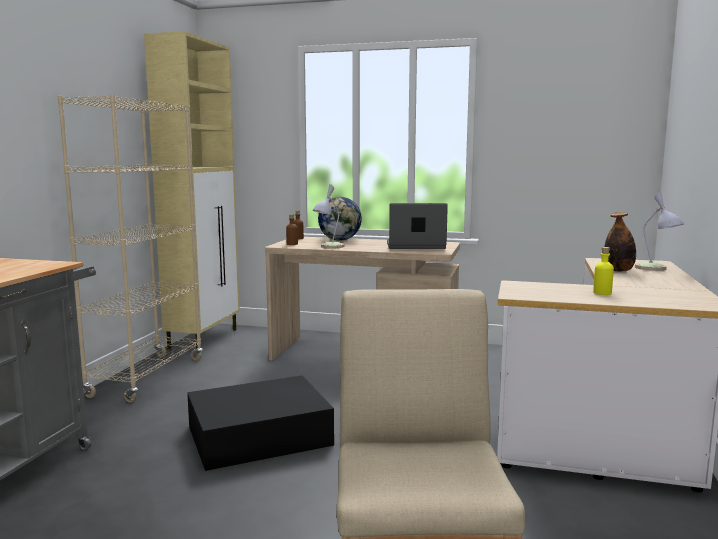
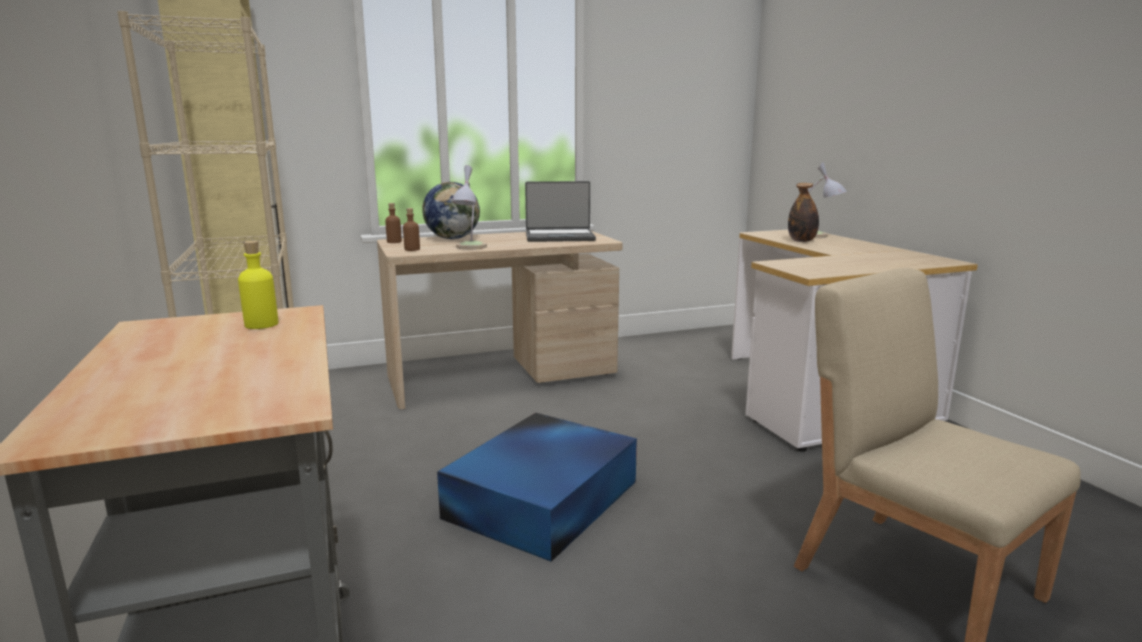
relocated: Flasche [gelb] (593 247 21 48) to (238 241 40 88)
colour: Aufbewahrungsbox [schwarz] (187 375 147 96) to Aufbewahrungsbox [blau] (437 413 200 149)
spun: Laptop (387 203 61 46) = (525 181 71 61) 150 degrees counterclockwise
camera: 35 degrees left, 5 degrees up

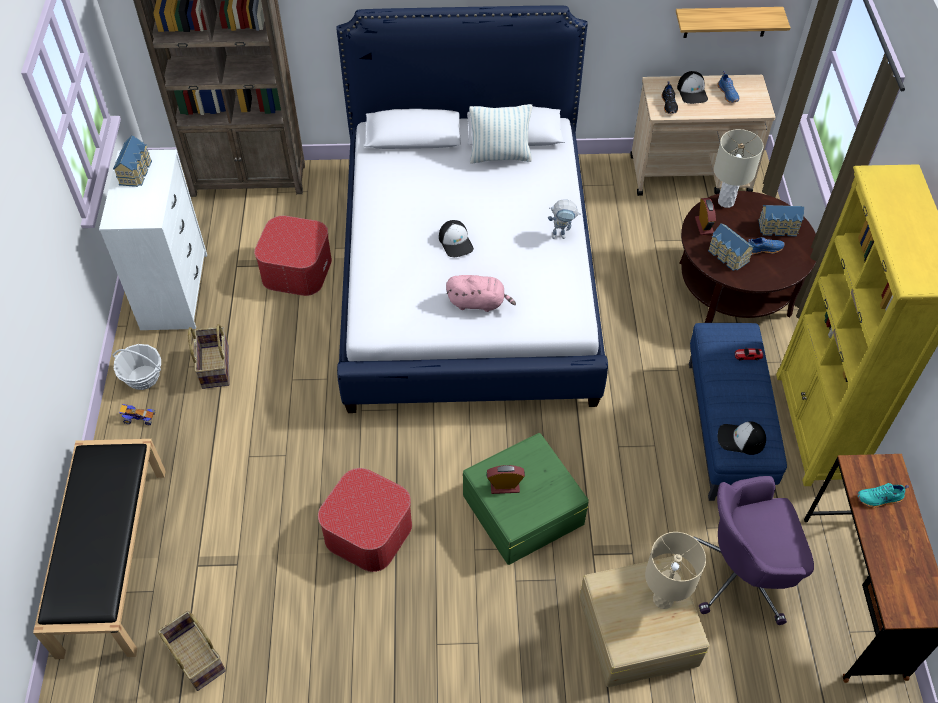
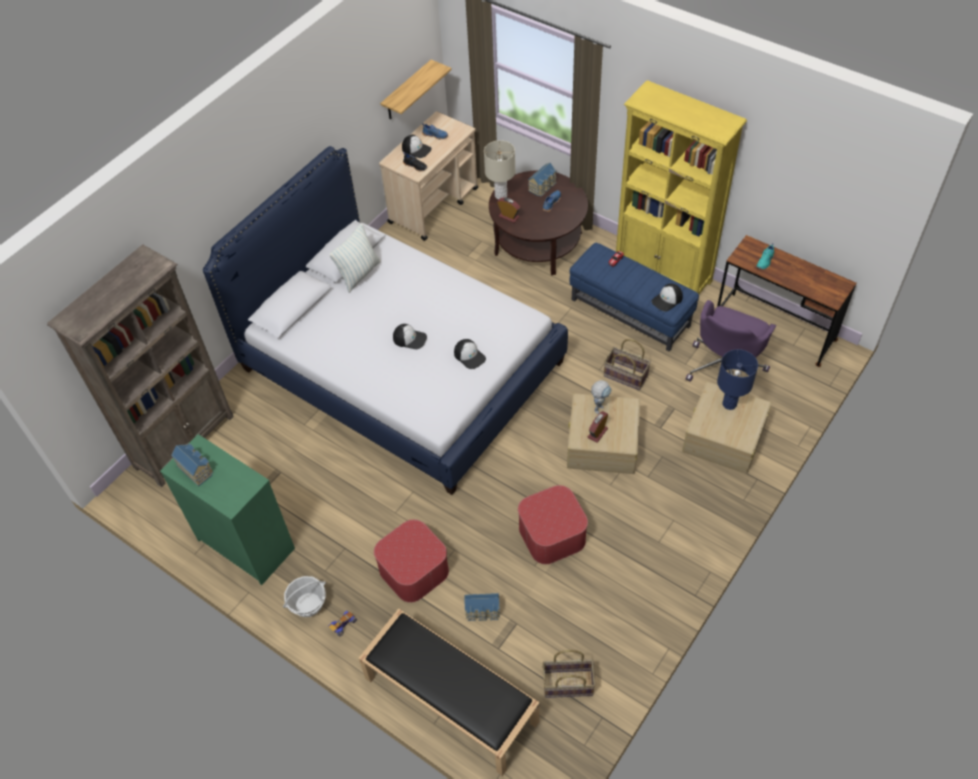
relocated: Polsterhocker (254 216 78 80) to (374 519 75 84); Spielzeughaus (708 223 46 48) to (464 593 36 28); Spielzeugroboter (548 199 32 40) to (591 380 21 34); Korb (188 324 42 65) to (604 339 47 51)
exchanged: Plüschtier [rosa] (446 275 70 37) to Kappe (454 339 32 30)
colour: Kommode [weiß] (99 149 108 181) to Kommode [grün] (160 434 135 151); Aufbewahrungsbox [grün] (463 433 126 132) to Aufbewahrungsbox [beige] (567 393 73 81); Tischlampe [beige] (645 532 61 77) to Tischlampe [blau] (717 349 41 61)
camera: 50 degrees left, 0 degrees up

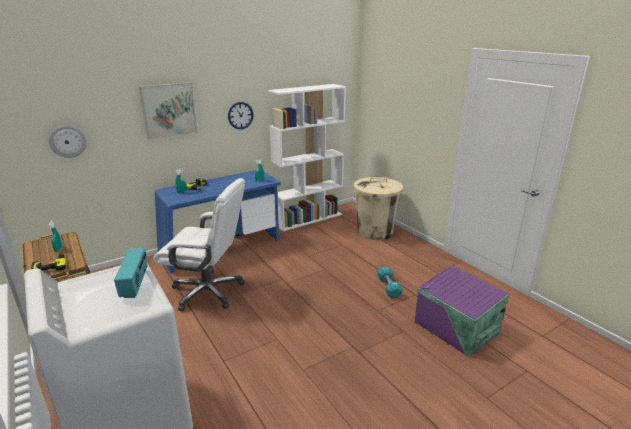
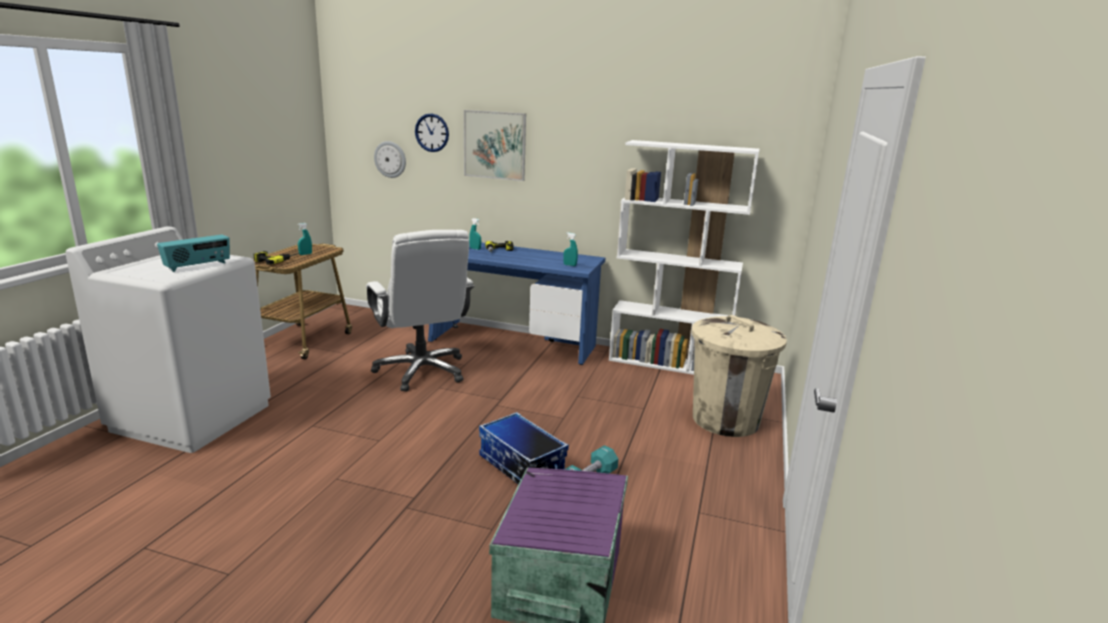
appeared: Aufbewahrungsbox (479 412 90 73)
relocated: Wanduhr (228 102 26 27) to (415 113 34 39)
camera: 50 degrees right, 5 degrees down

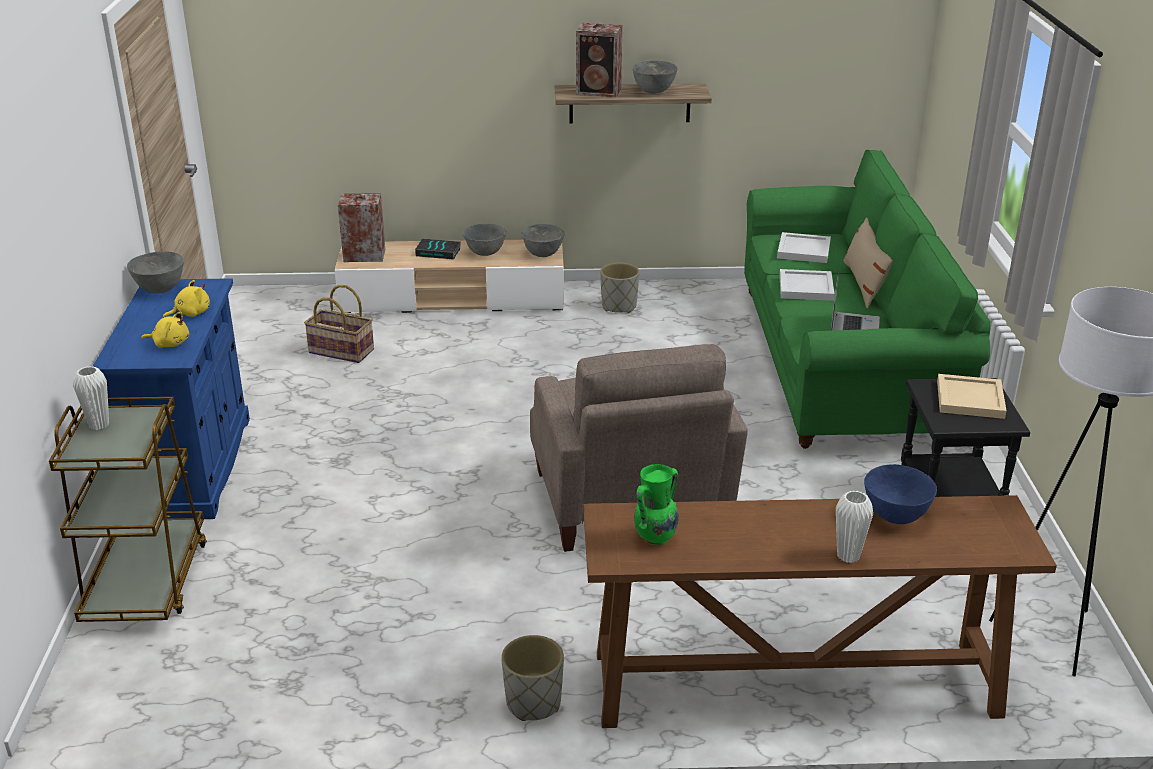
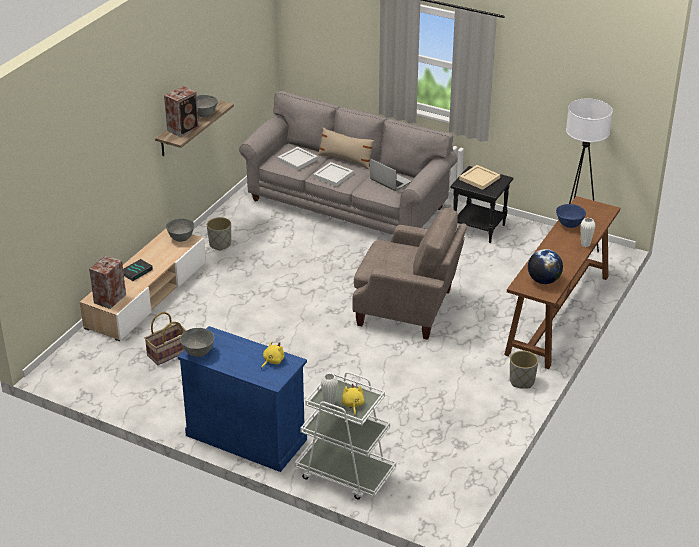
missing: Schüssel [grau] (463 224 44 32)
relocated: Plüschtier [gelb] (163 280 47 38) to (342 384 23 31)
exchanged: Vase [grün] (634 464 45 81) to Globus (528 249 35 35)
colour: Sofa [grün] (744 150 247 299) to Sofa [grau] (239 90 219 145); Rollwagen [braun] (49 397 158 225) to Rollwagen [weiß] (295 372 101 128)
camera: 60 degrees left, 5 degrees up

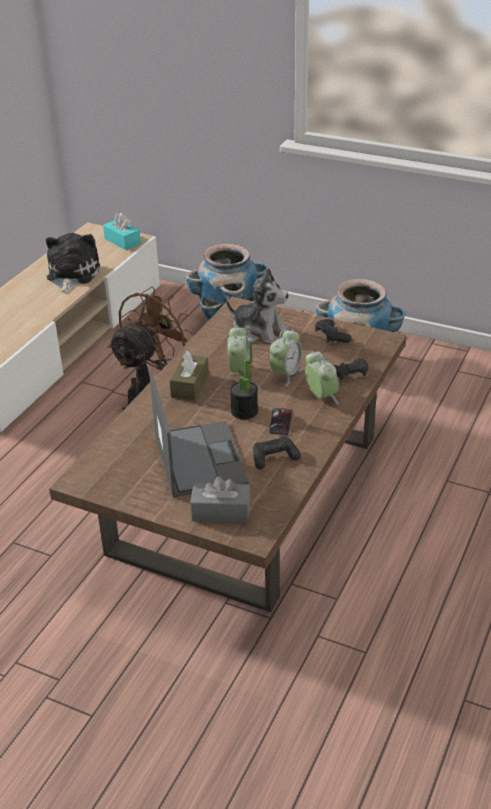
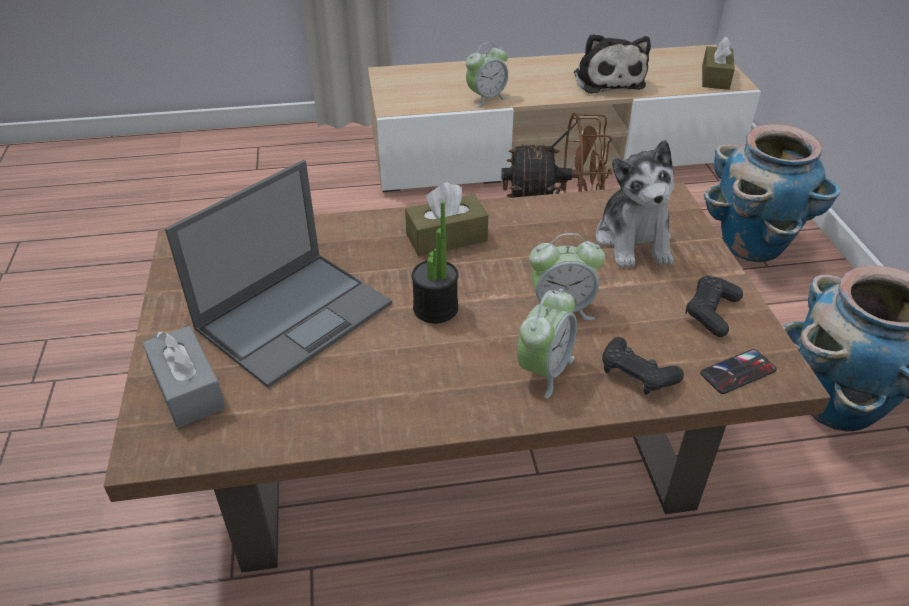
missing: Gamepad [schwarz] (253 436 48 33)
relocated: Wecker (227 326 23 46) to (466 42 42 65); Handy (269 408 23 27) to (700 349 77 45)
colour: Taschentuchbox [türkis] (103 213 38 37) to Taschentuchbox [braun] (702 37 33 53)
spun: Plüschtier (45 233 55 60) = (574 34 77 60) 105 degrees clockwise
camera: 55 degrees right, 5 degrees up

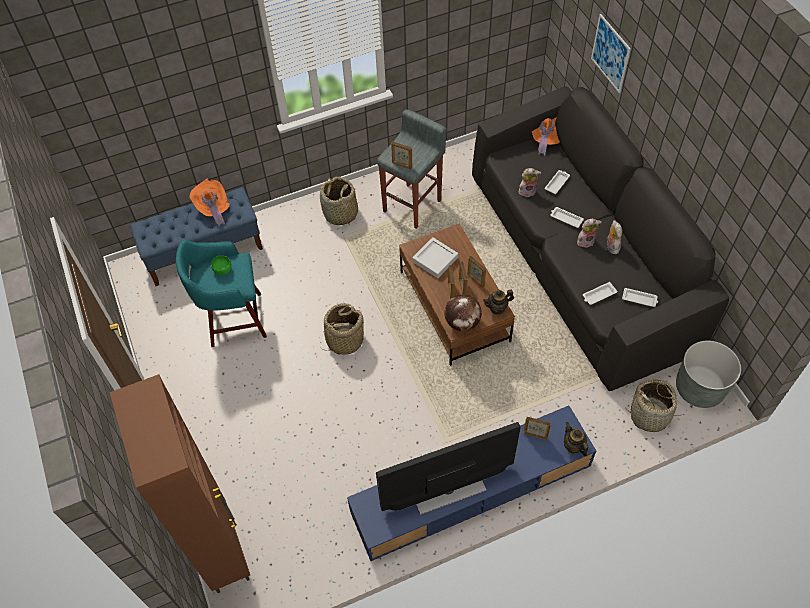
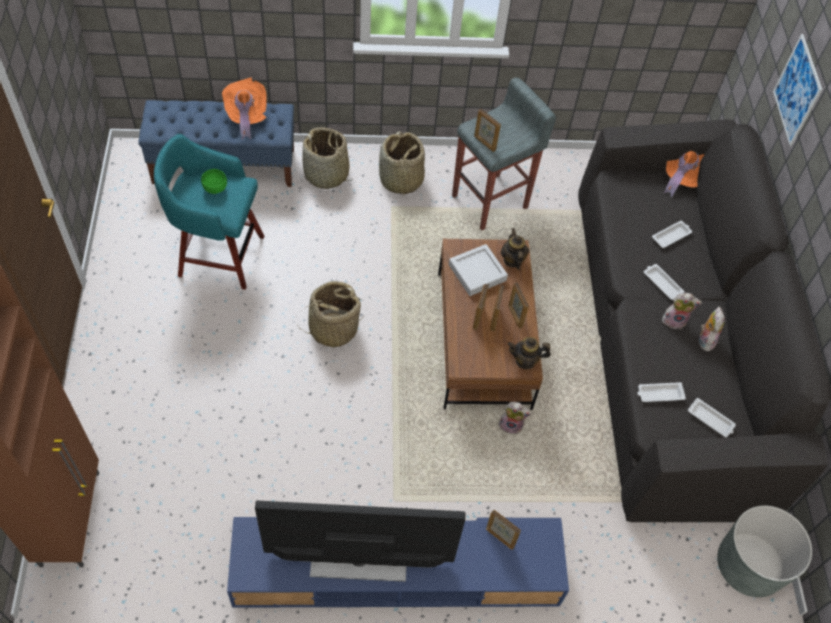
missing: Globus (444 294 38 38)
relocated: Korb (625 380 59 52) to (302 127 51 62); Plüschtier (519 168 23 29) to (498 402 34 32); Teekanne (564 422 25 34) to (501 228 28 42)
camera: 15 degrees right, 0 degrees up

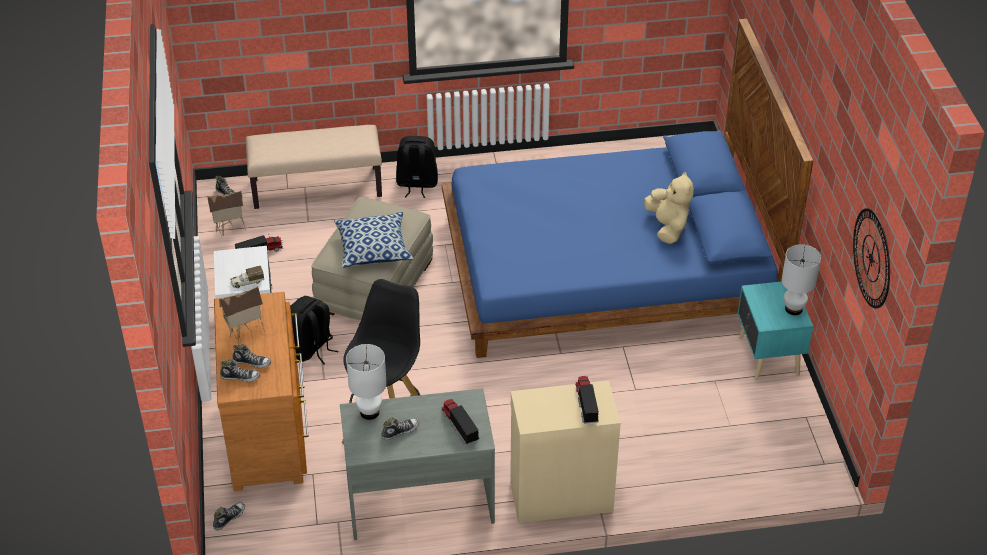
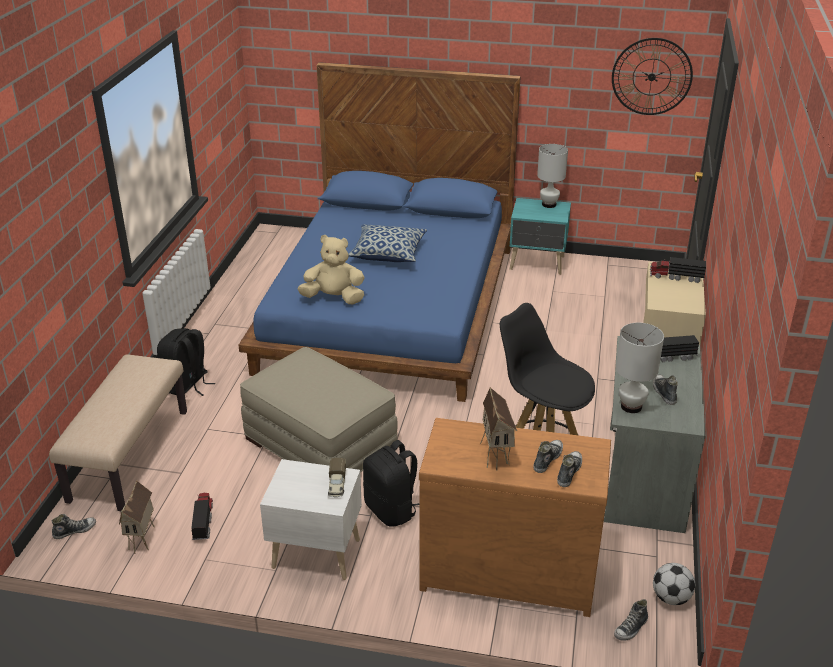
appeared: Fußball (653 563 42 42)
relocated: Plüschtier [beige] (644 171 50 73) to (298 235 67 69); Kissen (334 212 79 56) to (349 224 78 38)
spun: Schuh (213 502 32 28) = (614 599 34 42) 105 degrees counterclockwise
camera: 70 degrees left, 10 degrees down

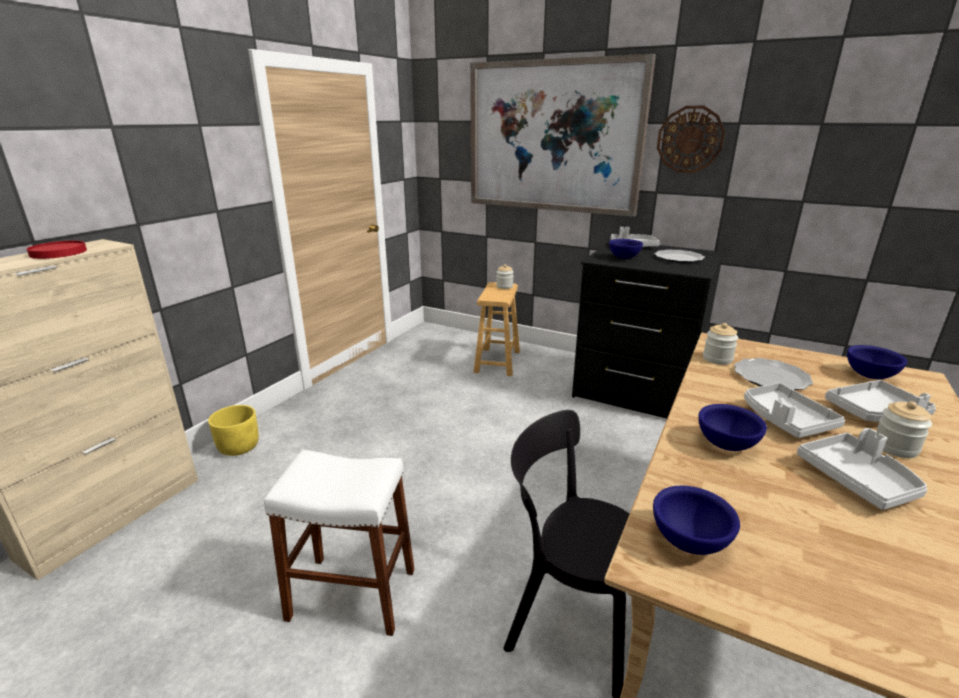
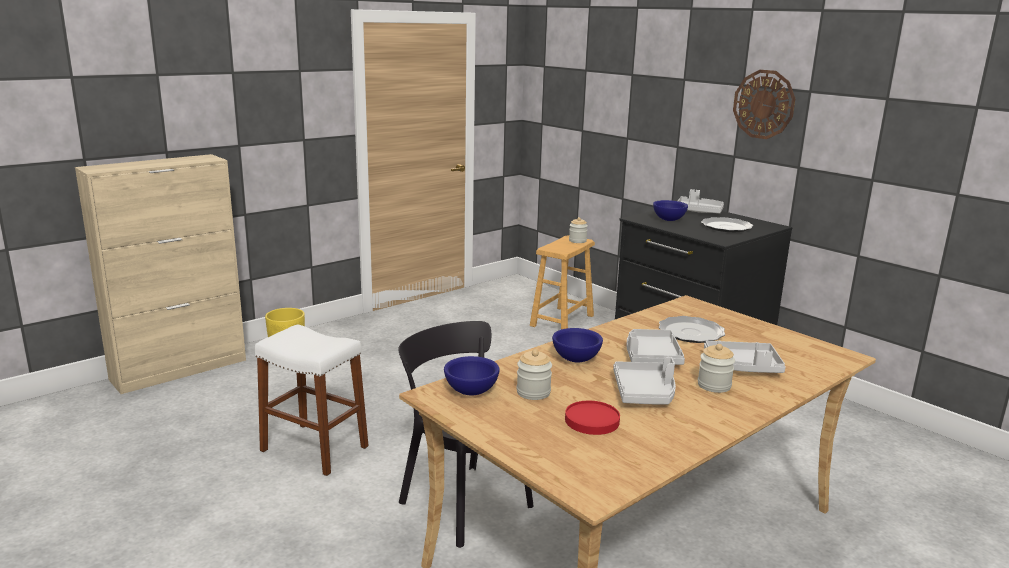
missing: Bild (470 54 186 163); Schüssel [blau] (847 345 60 34)
relocated: Vorratsglas (703 323 35 42) to (517 349 35 51); Teller [rot] (27 241 60 18) to (565 401 55 34)
camera: 20 degrees right, 5 degrees down

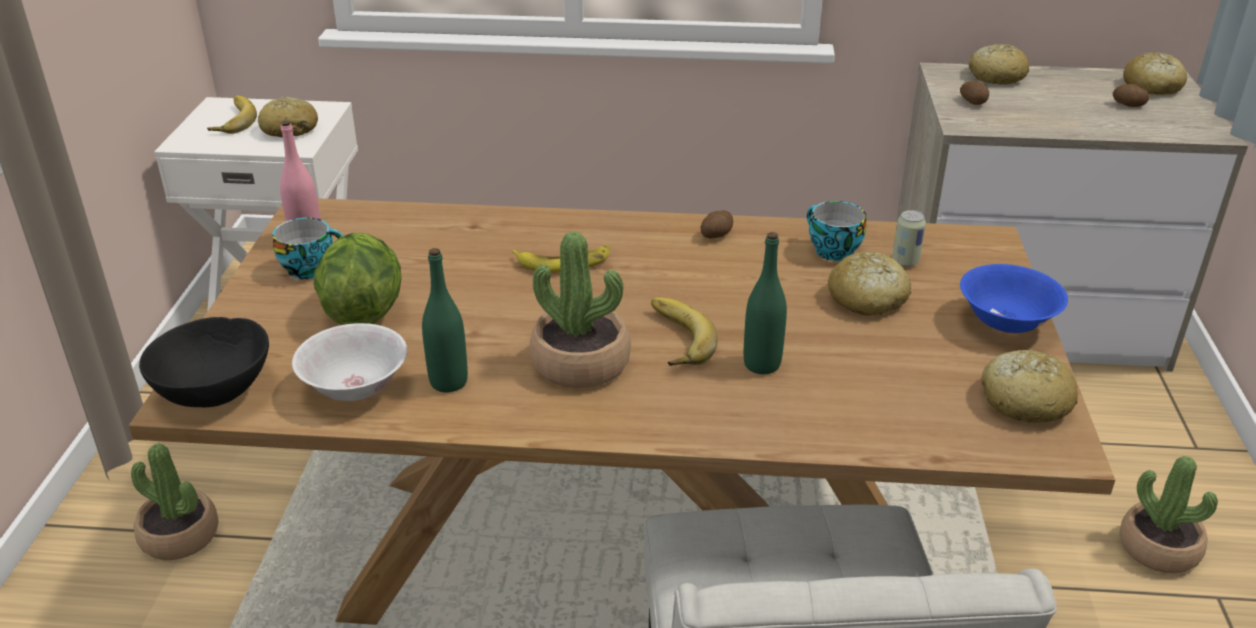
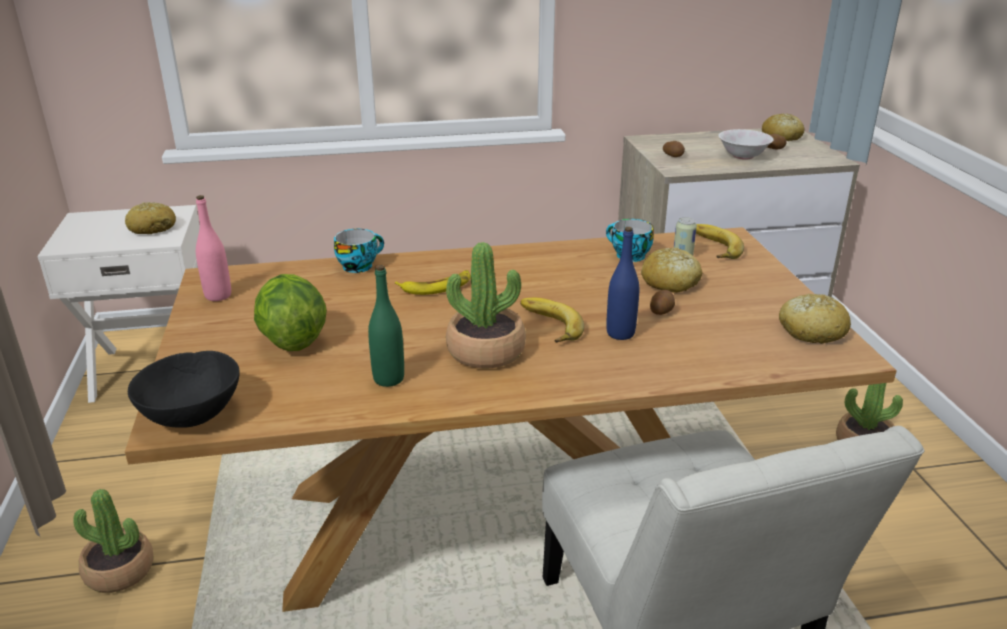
missing: Schüssel [blau] (960 264 108 70); Brot (969 44 60 41)
relocated: Tasse (272 217 71 62) to (334 229 50 44); Kartoffel (701 210 32 29) to (650 290 25 25); Banane (207 96 50 38) to (696 224 48 35); Schüssel [weiß] (292 323 115 78) to (718 129 56 31)
colour: Flasche [grün] (744 232 43 142) to Flasche [blau] (606 227 33 113)
camera: 15 degrees left, 5 degrees down

